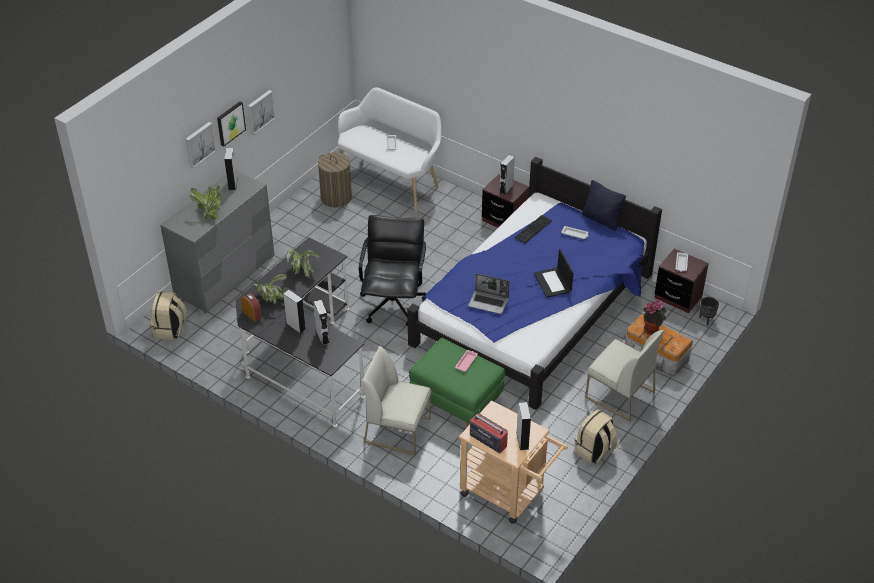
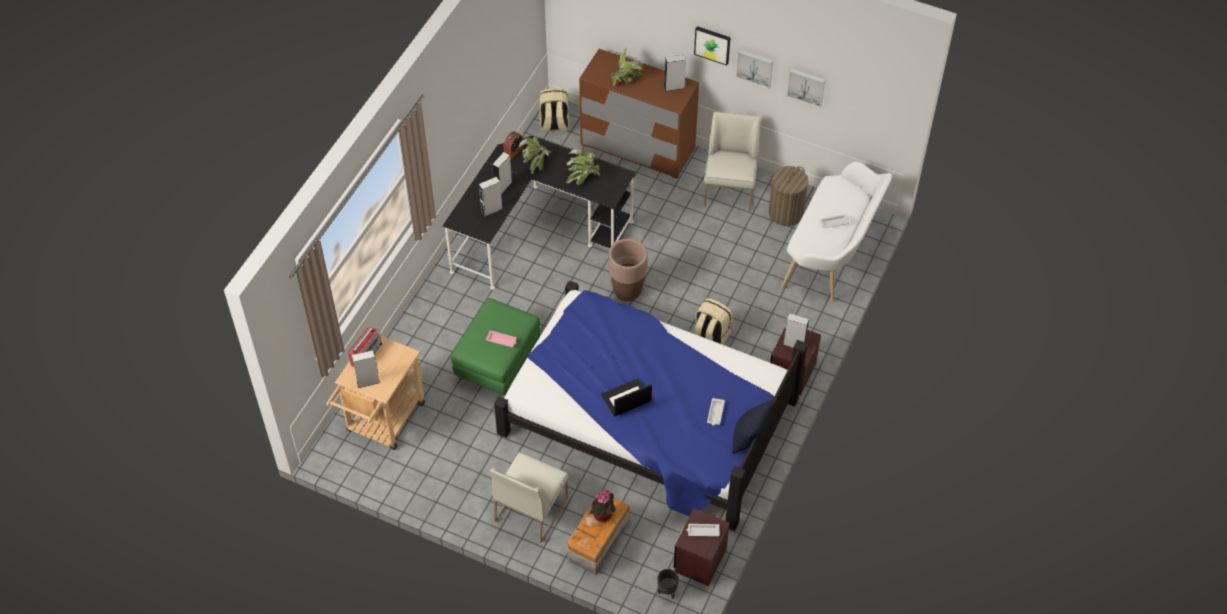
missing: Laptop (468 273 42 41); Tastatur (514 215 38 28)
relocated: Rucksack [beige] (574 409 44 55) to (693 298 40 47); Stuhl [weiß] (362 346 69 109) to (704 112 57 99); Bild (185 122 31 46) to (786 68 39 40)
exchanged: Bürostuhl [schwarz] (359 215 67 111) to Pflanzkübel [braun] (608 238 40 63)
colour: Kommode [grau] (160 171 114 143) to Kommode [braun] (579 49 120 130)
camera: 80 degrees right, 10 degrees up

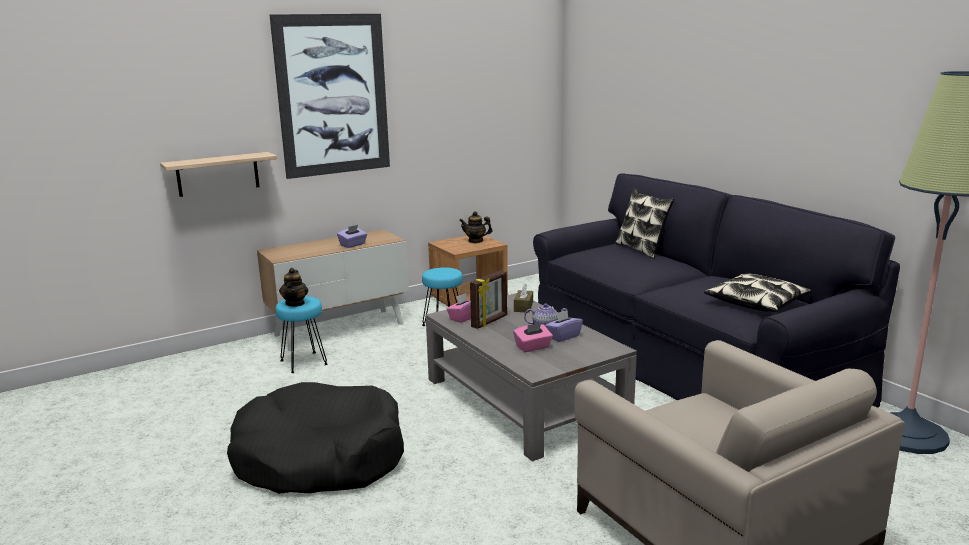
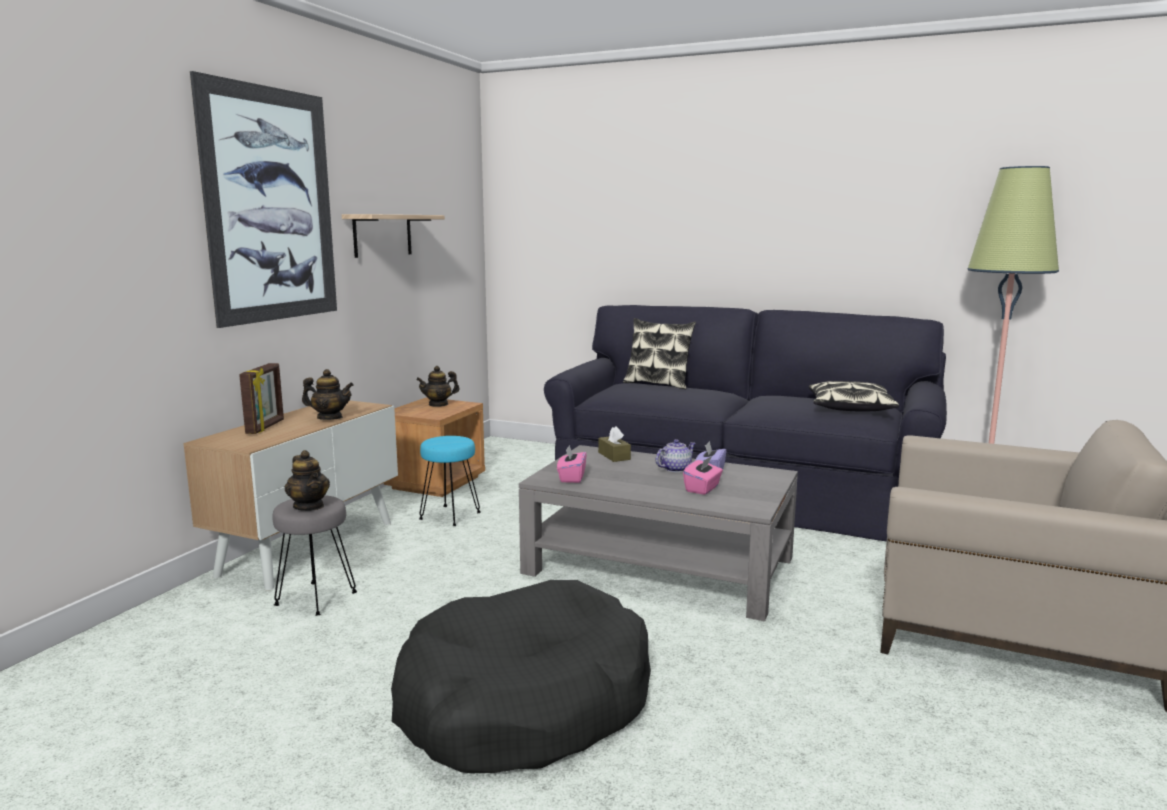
relocated: Bilderrahmen (470 270 37 59) to (239 363 45 71); Wandregal (160 152 117 45) to (342 214 103 44)
exchanged: Taschentuchbox [lila] (337 225 30 23) to Teekanne (302 369 52 51)
colour: Hocker [türkis] (275 296 52 77) to Hocker [grau] (272 495 85 121)
camera: 35 degrees left, 5 degrees down

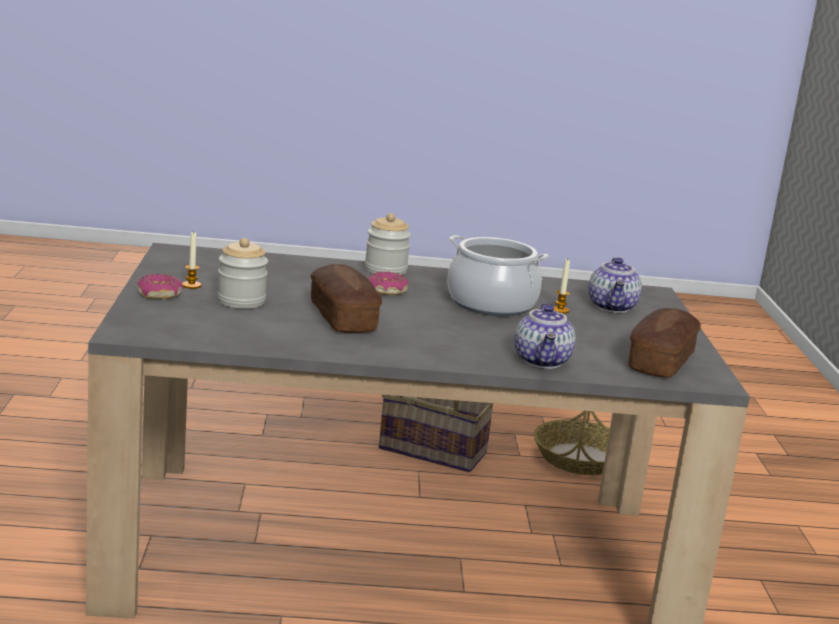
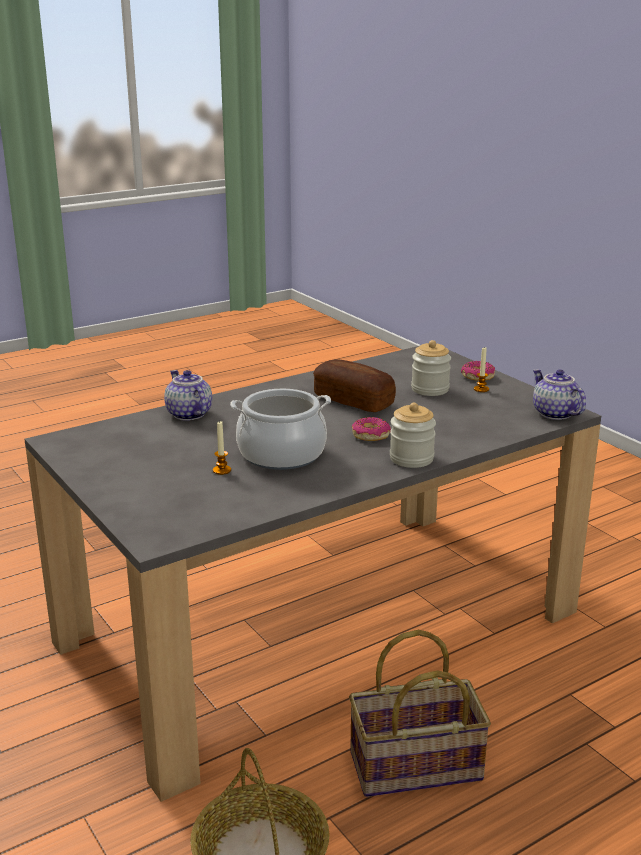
missing: Brot (629 308 72 70)
relocated: Teekanne (588 258 54 55) to (533 369 53 51)
camera: 150 degrees right, 5 degrees up

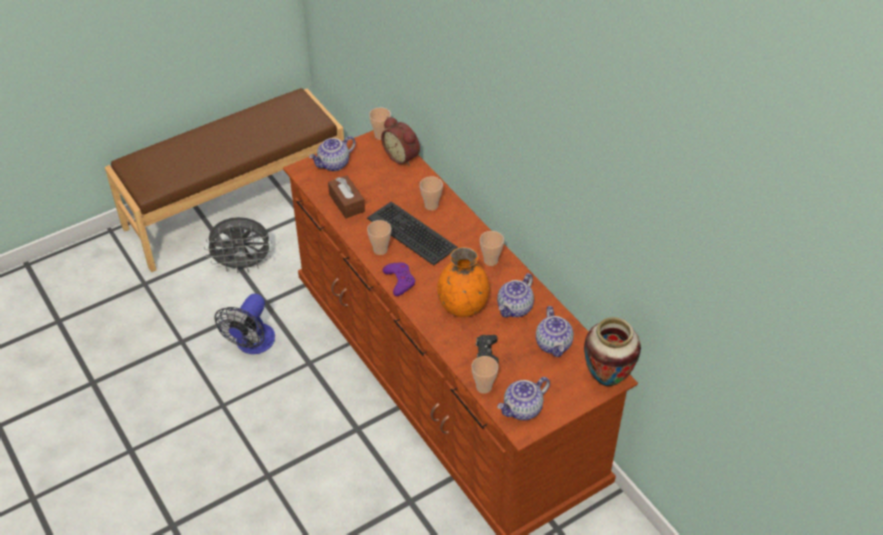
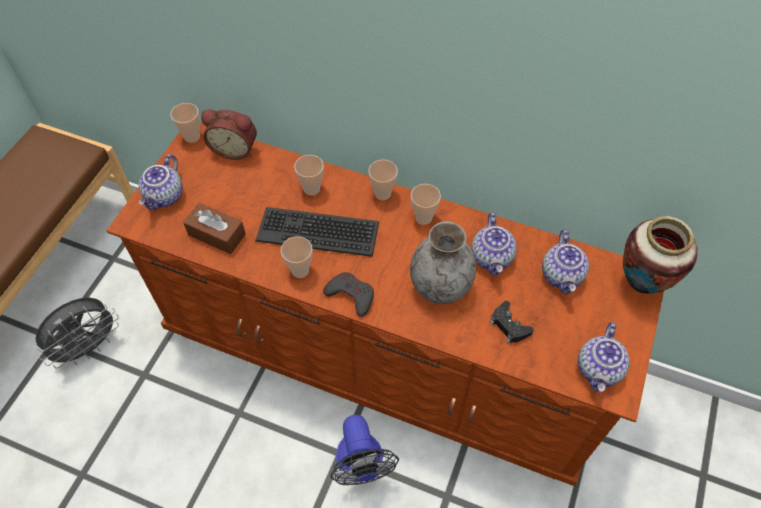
relocated: Ventilator (215 294 60 60) to (330 415 69 70); Tasse (471 356 28 38) to (368 160 30 40)
colour: Gamepad [lila] (383 263 32 33) to Gamepad [grau] (323 272 51 45); Vase [orange] (437 247 52 70) to Vase [grau] (410 222 66 82)
spun: Teekanne (536 306 38 51) = (542 230 47 64) 45 degrees clockwise
camera: 35 degrees left, 10 degrees up

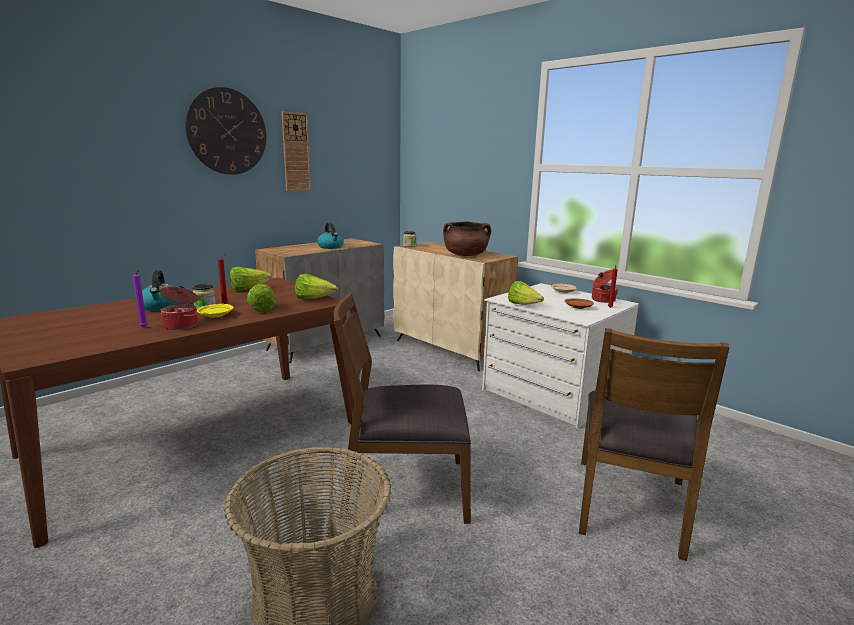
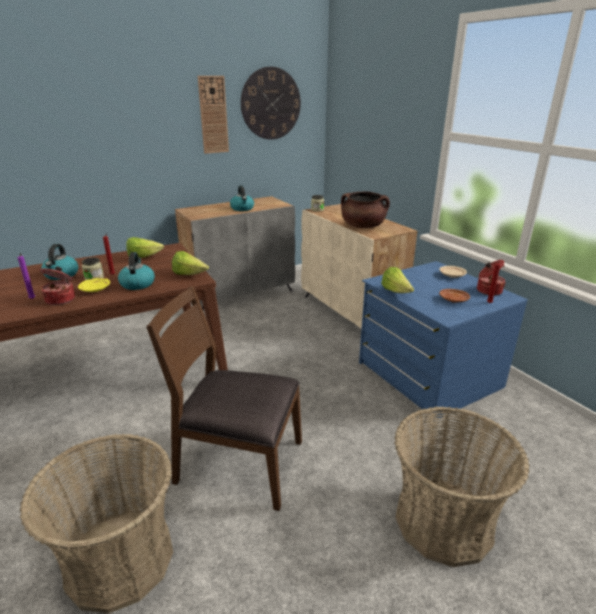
relocated: Wanduhr (185 87 81 88) to (241 67 60 73)
exchanged: Salatkopf (247 284 29 28) to Wasserkessel (118 252 37 38); Stuhl [braun] (579 328 150 233) to Korb (394 406 136 161)
colour: Kommode [weiß] (482 283 157 145) to Kommode [blau] (359 261 169 157)
camera: 15 degrees right, 10 degrees up

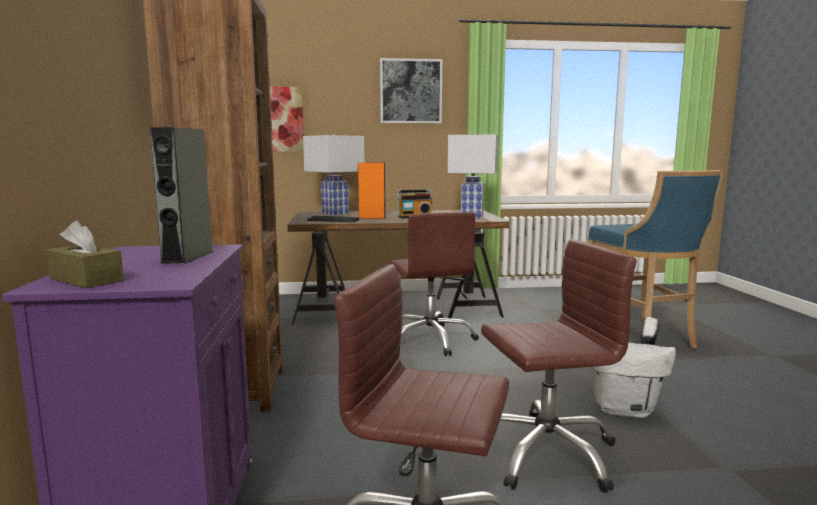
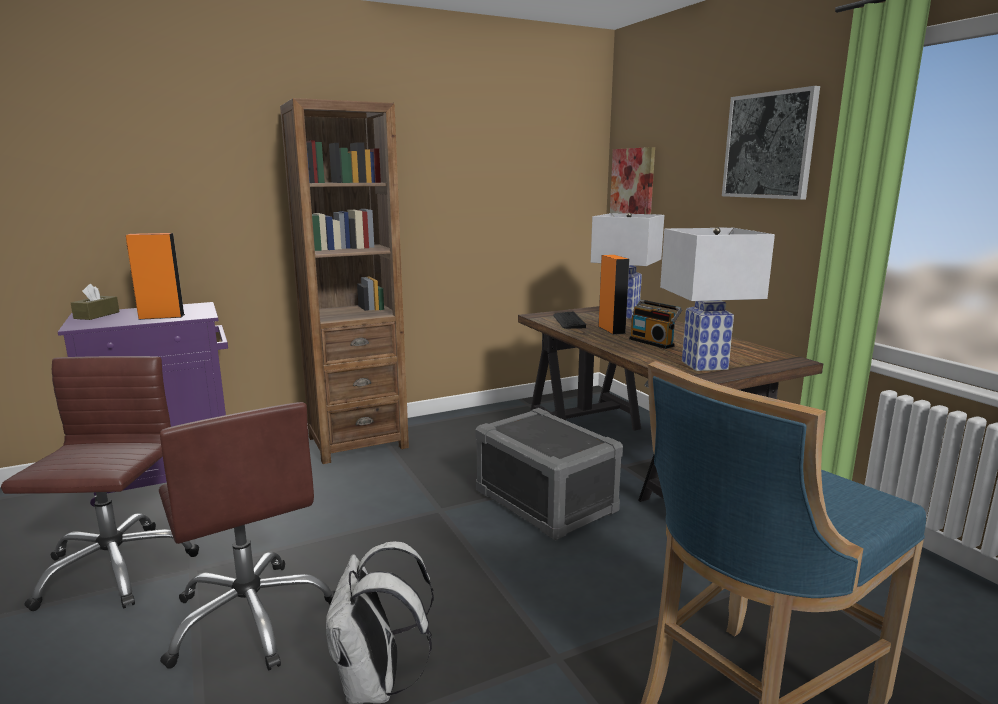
exchanged: Bürostuhl [braun] (390 212 89 144) to Aufbewahrungsbox [grau] (475 408 148 133)
colour: Lautsprecher [grau] (149 127 64 137) to Lautsprecher [orange] (126 233 59 87)
camera: 70 degrees right, 5 degrees up

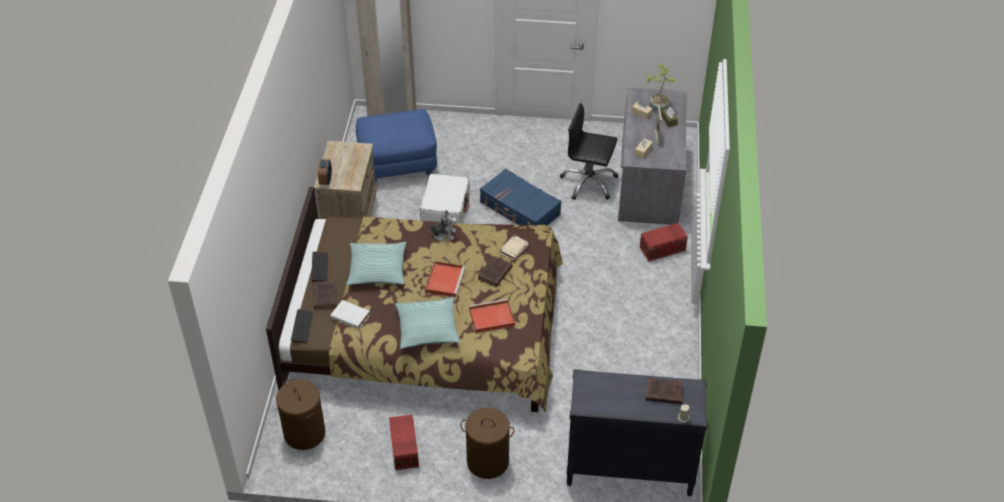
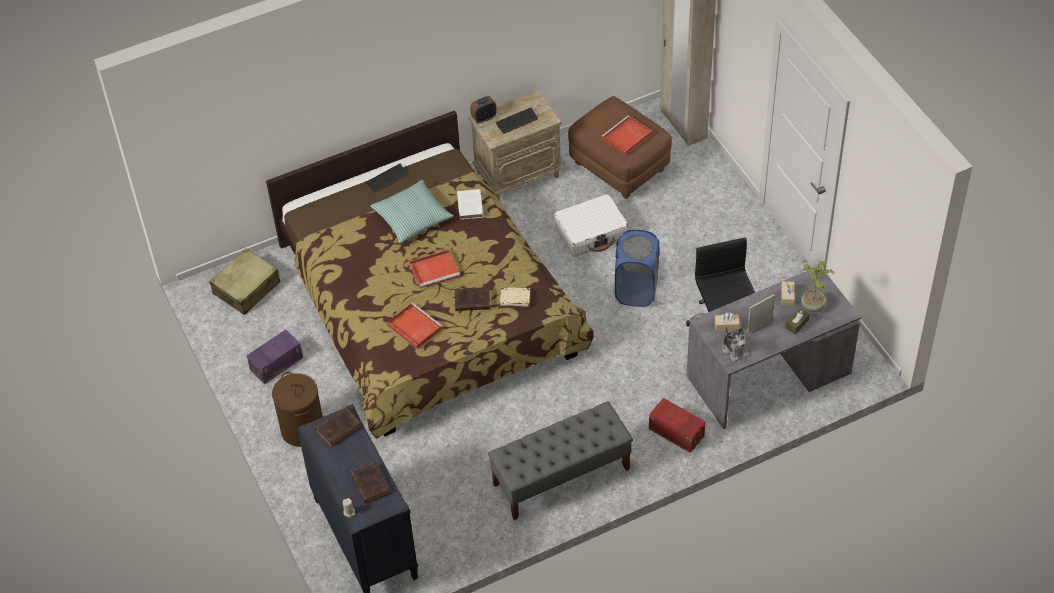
missing: Kissen (395 297 65 52)
appeared: Bank [grau] (488 401 145 119); Tablett [rot] (601 115 51 40)
relocated: Buch [braun] (313 280 24 29) to (315 407 46 40); Buch [weiß] (330 300 40 29) to (457 189 26 31); Tastatur (291 309 22 34) to (496 108 42 26); Plüschtier (427 210 30 31) to (722 327 27 35)
exchanged: Wäschekorb [braun] (276 379 50 71) to Koffer [beige] (209 248 72 67); Koffer [blau] (480 168 81 57) to Wäschekorb [blau] (615 230 45 77)
colour: Aufbewahrungsbox [rot] (389 414 30 56) to Aufbewahrungsbox [lila] (247 329 56 55); Polsterhocker [blau] (356 109 81 73) to Polsterhocker [braun] (568 96 104 103)
camera: 60 degrees right, 5 degrees up

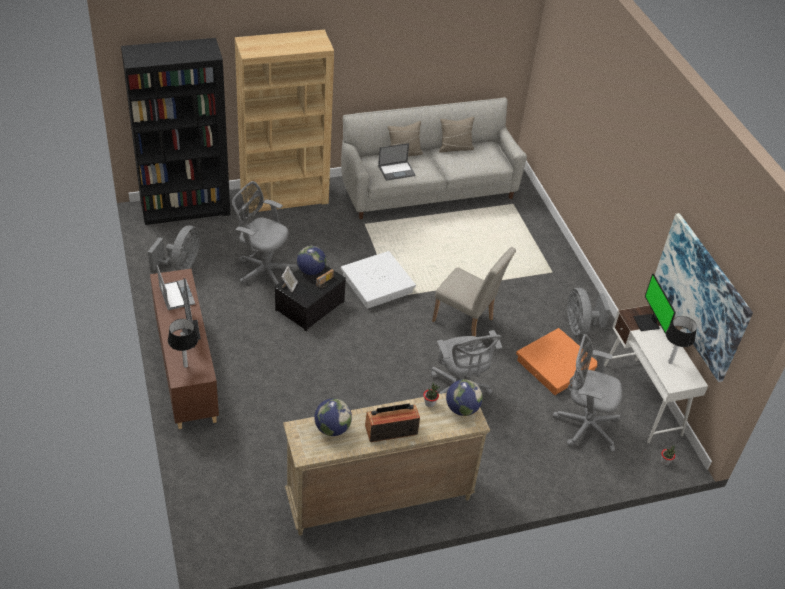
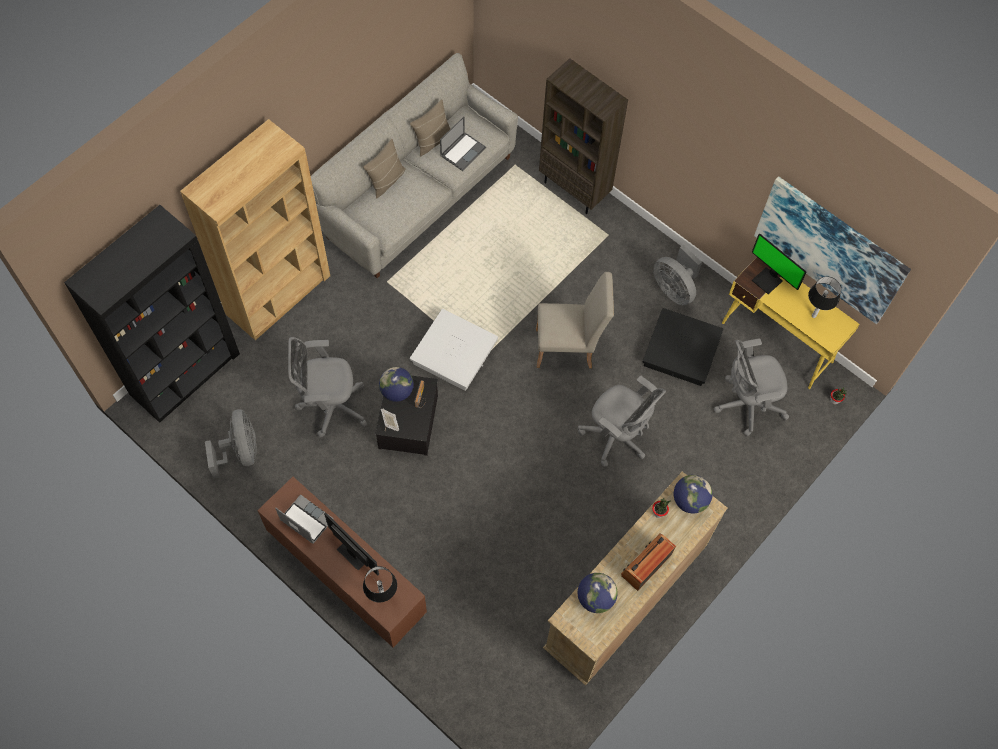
appeared: Bücherregal [braun] (539 58 89 156)
relocated: Laptop (378 143 37 38) to (440 116 46 55)
colour: Aufbewahrungsbox [orange] (516 328 81 67) to Aufbewahrungsbox [schwarz] (643 308 80 78); Schreibtisch [weiß] (604 305 104 138) to Schreibtisch [gelb] (722 257 138 132)
camera: 30 degrees left, 20 degrees up

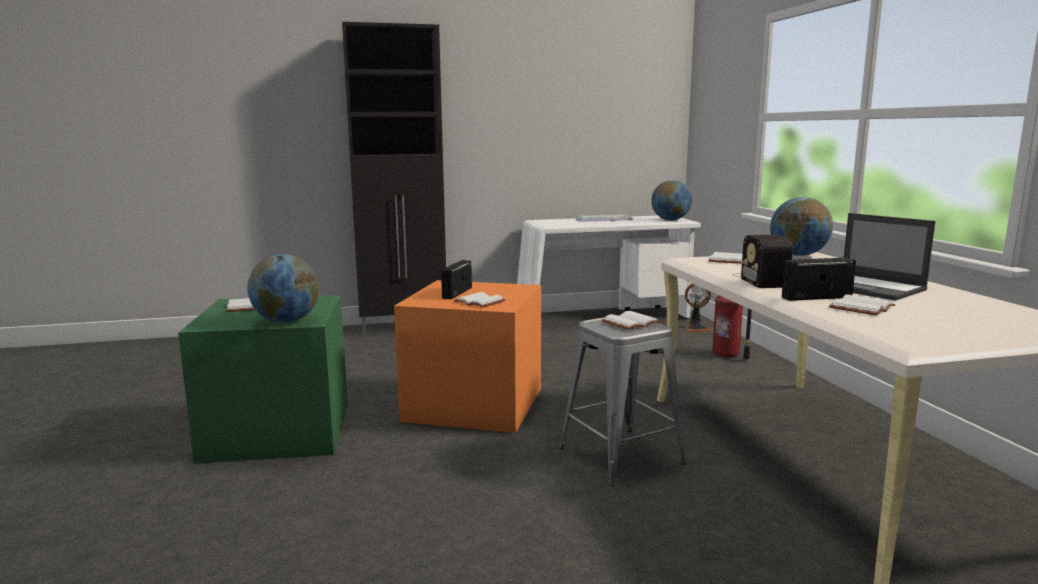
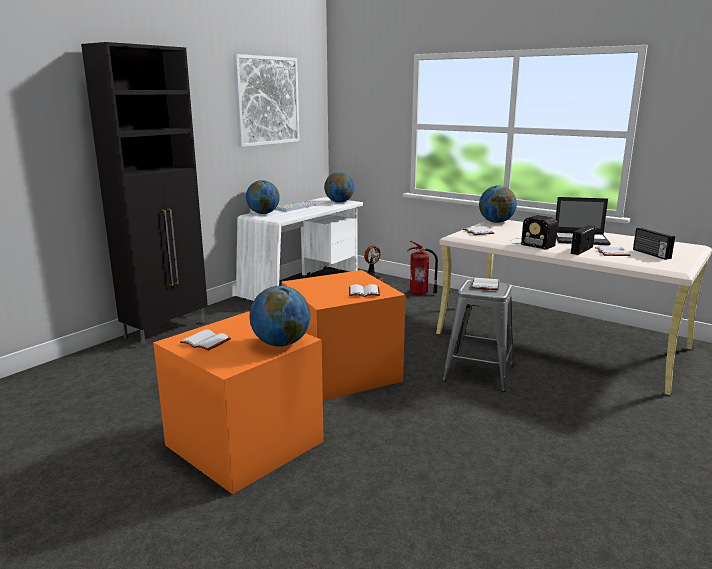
appeared: Bild (233 54 67 93); Globus (246 180 34 34)
relocated: Radio (441 260 31 39) to (633 228 42 32)
colour: Aufbewahrungsbox [grün] (178 295 170 169) to Aufbewahrungsbox [orange] (153 311 171 183)
camera: 40 degrees left, 5 degrees up

